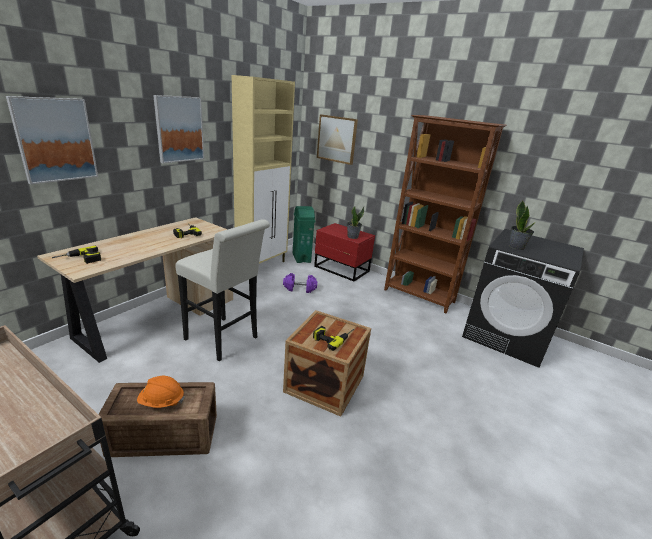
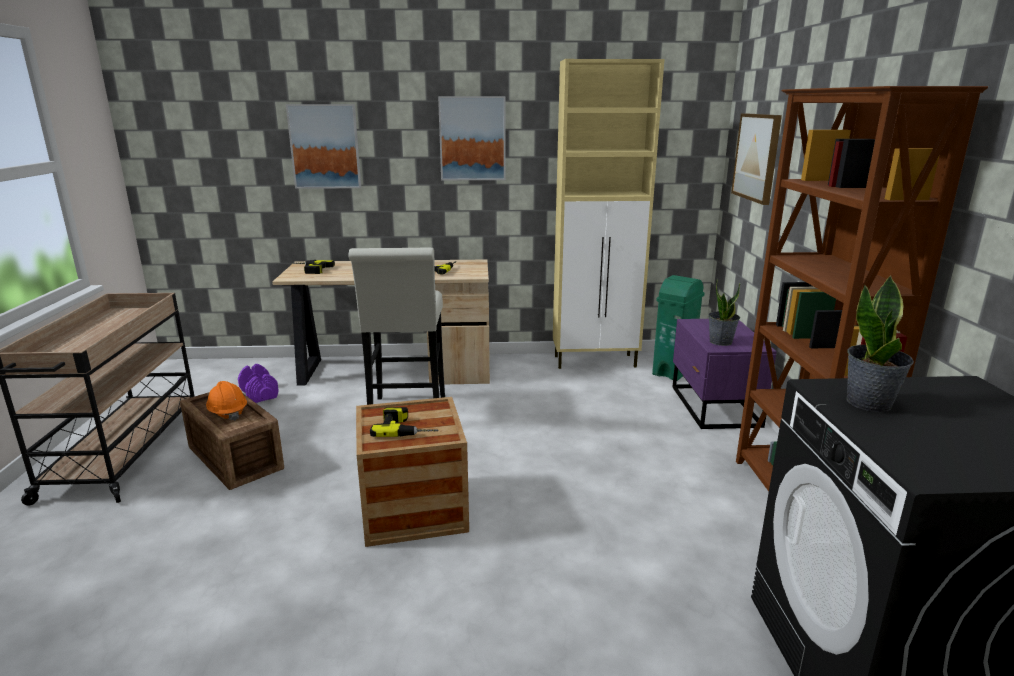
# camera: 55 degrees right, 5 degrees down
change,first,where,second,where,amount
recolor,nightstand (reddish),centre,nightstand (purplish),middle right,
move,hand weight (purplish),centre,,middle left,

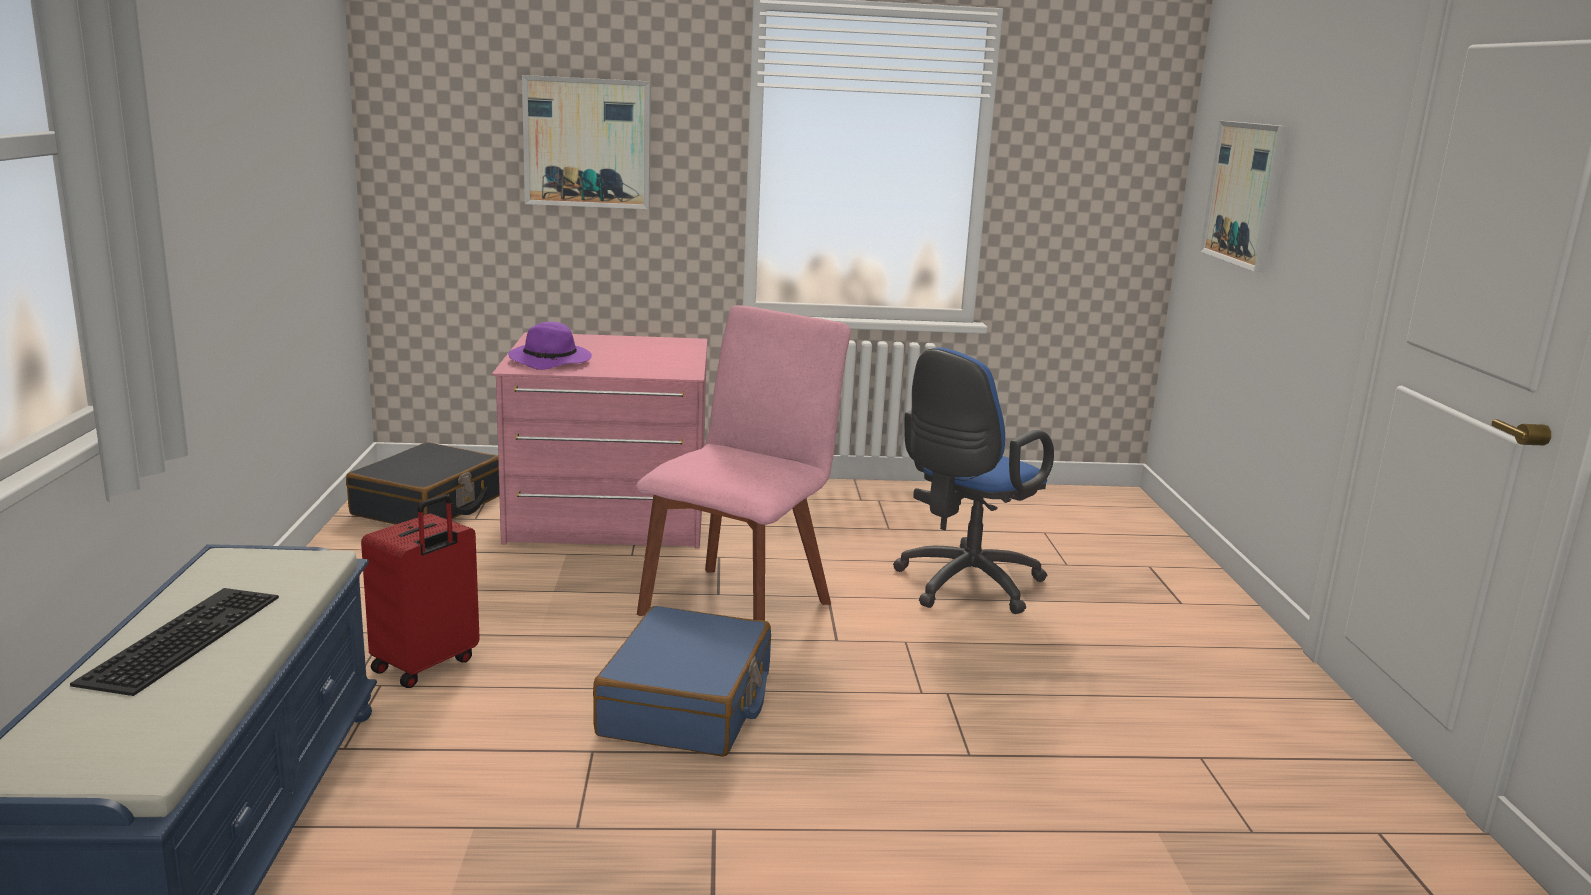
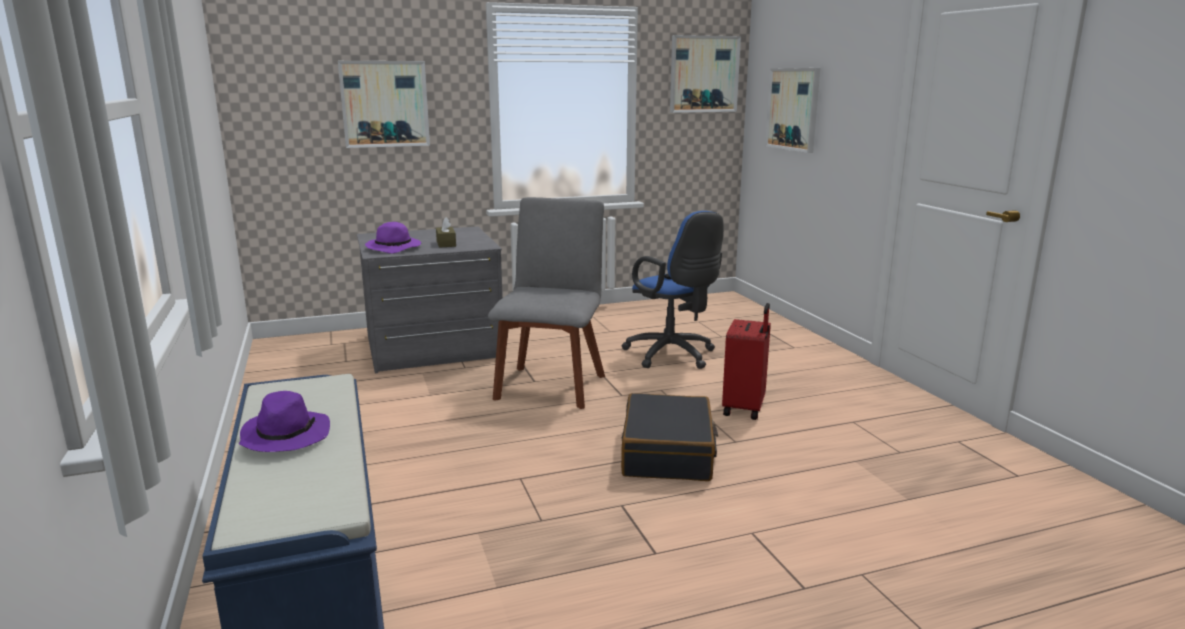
# camera: 15 degrees left, 0 degrees up
change,first,where,second,where,amount
recolor,plain chair (pink-coloured),centre,plain chair (greyish),centre,
recolor,chest of drawers (pink-coloured),centre,chest of drawers (greyish),centre,
rotate,office chair (blue),centre,,centre,60 degrees counterclockwise
move,suitcase (black),middle left,,bottom centre,
move,suitcase (reddish),middle left,,centre,
replace,keyboard,bottom left,wearable hat (purplish) (1st from left),bottom left,
delete,suitcase (blue),bottom centre,,,
insert,,,wall art (2nd from left),top centre,
insert,,,box of tissues (brown),centre,

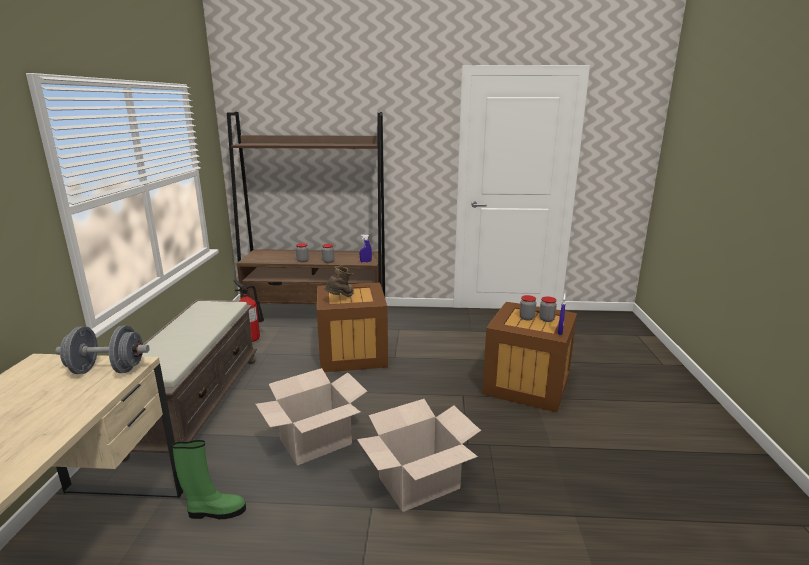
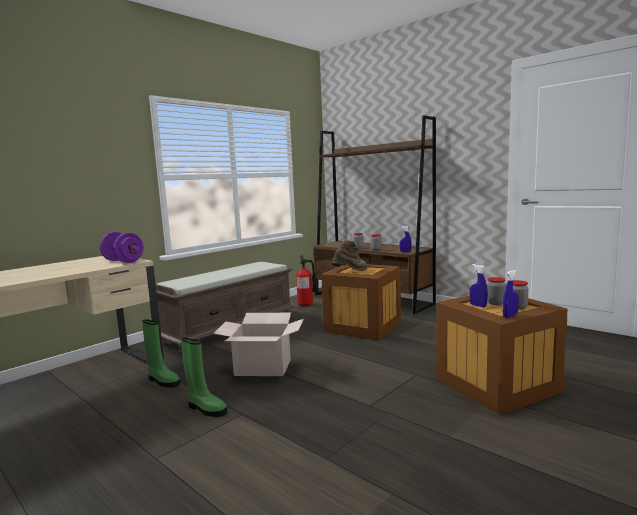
# camera: 40 degrees right, 10 degrees down
change,first,where,second,where,amount
recolor,hand weight (greyish),middle left,hand weight (purplish),middle left,
delete,cardboard box (2nd from left),bottom centre,,,
insert,,,spray bottle (blue) (2nd from left),middle right,
insert,,,high-top boot (green-coloured) (2nd from left),bottom left,

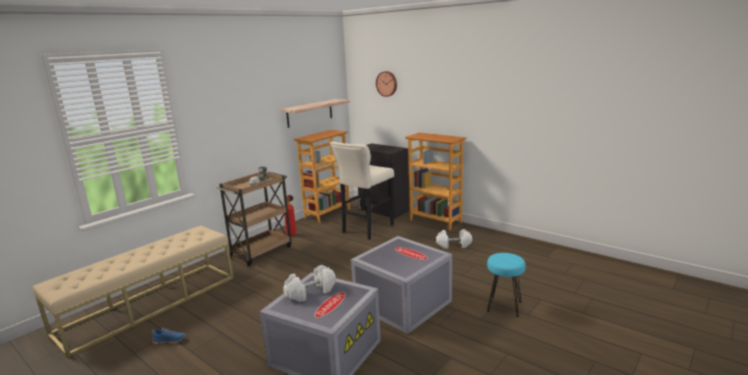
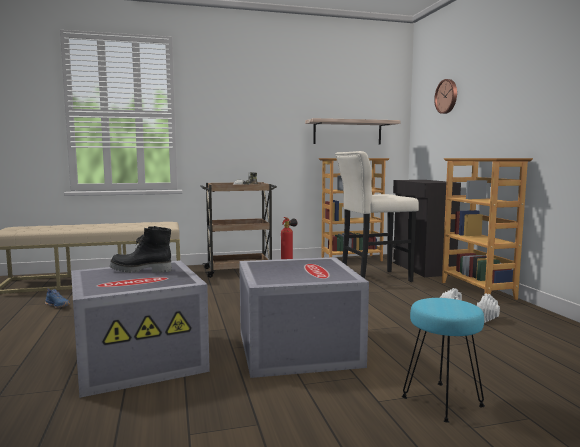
# camera: 35 degrees right, 10 degrees down
change,first,where,second,where,amount
replace,hand weight (white-coloured) (1st from left),bottom centre,high-top boot (black),middle left,

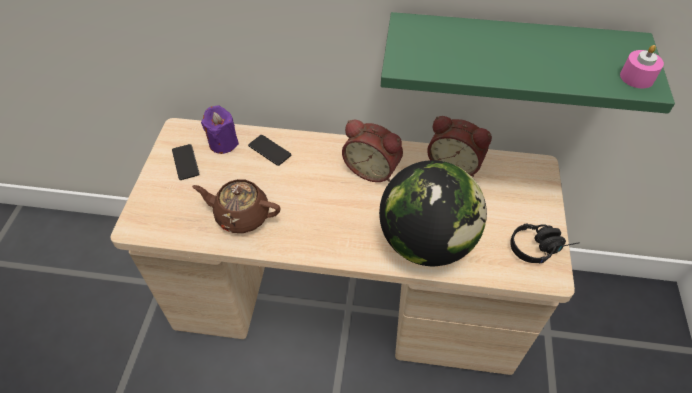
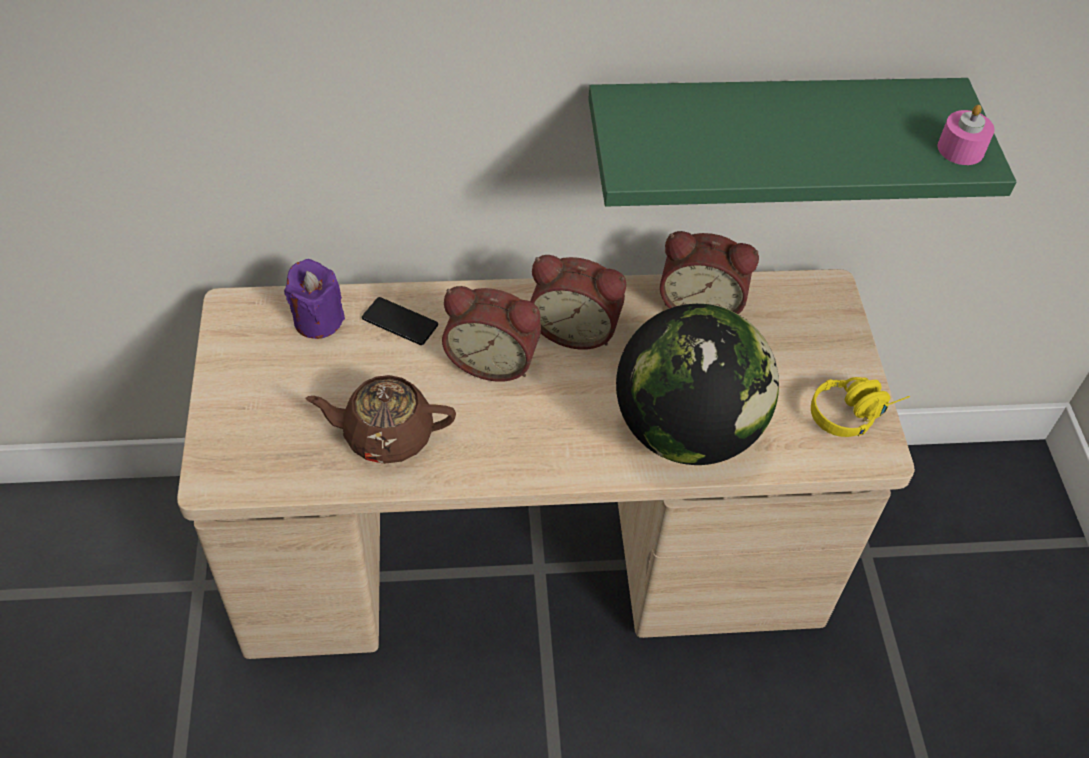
# camera: 15 degrees left, 0 degrees up
change,first,where,second,where,amount
delete,telephone (1st from left),middle left,,,
recolor,pair of headphones (black),middle right,pair of headphones (yellowish),middle right,
insert,,,alarm clock (1st from left),centre,

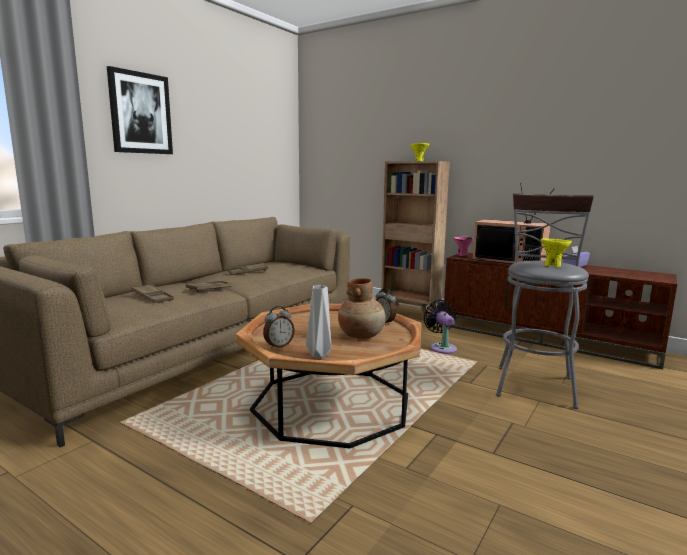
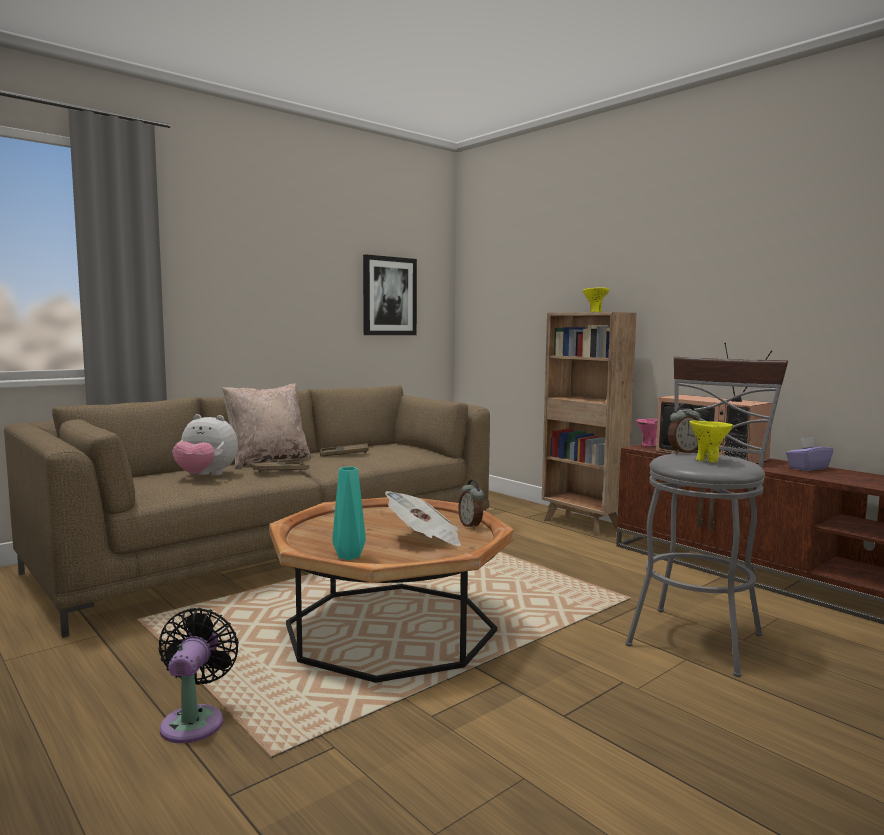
# camera: 15 degrees right, 5 degrees down
change,first,where,second,where,amount
move,wall art,top left,,centre,
replace,flower vase (brown),centre,newspaper,centre,
replace,carrying tray (brown) (1st from left),middle left,plush toy,middle left,
recolor,flower vase (greyish),centre,flower vase (turquoise-coloured),centre,
move,electric fan (black),centre,,bottom left,
move,alarm clock (1st from left in the first image),centre,alarm clock (2nd from left),middle right,
insert,,,cushion (beige-coloured),middle left,

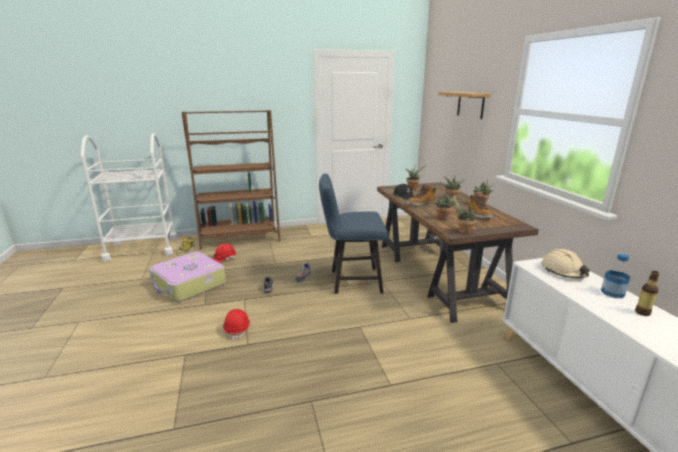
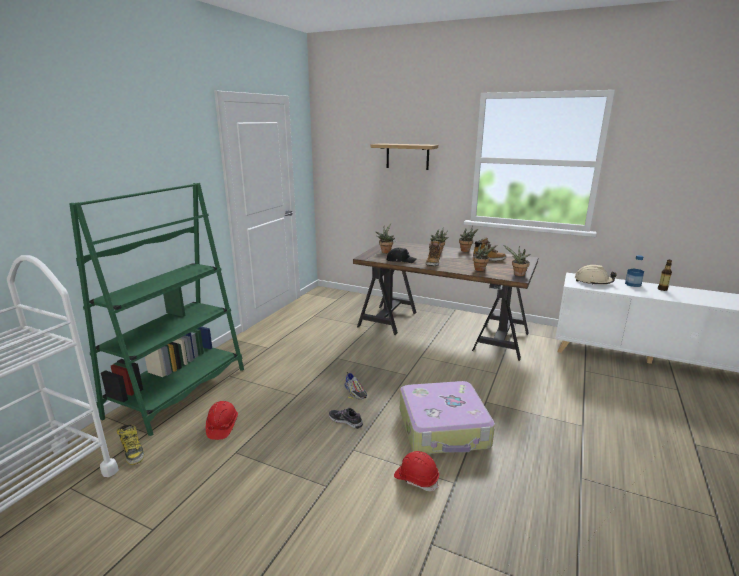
# camera: 50 degrees left, 0 degrees up
change,first,where,second,where,amount
recolor,bookshelf (brown),centre,bookshelf (green-coloured),middle left,
delete,plain chair (blue),centre,,,
move,suitcase,middle left,,bottom centre,

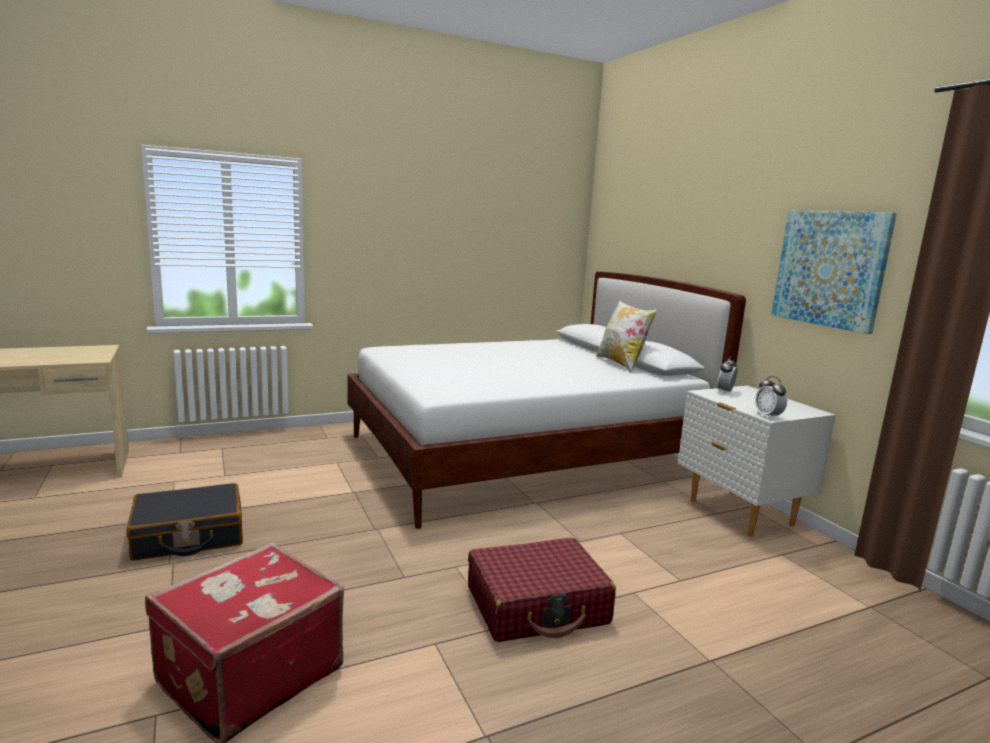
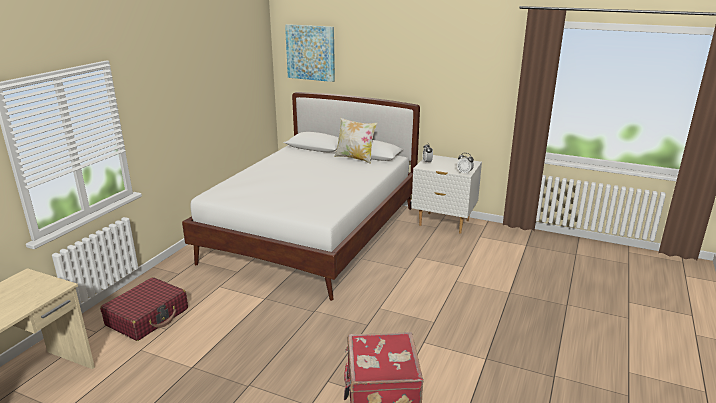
# camera: 40 degrees left, 10 degrees up
change,first,where,second,where,amount
move,wall art,middle right,,top centre,
delete,suitcase (black),bottom left,,,
move,suitcase (reddish) (2nd from left in the first image),bottom centre,suitcase (reddish) (1st from left),bottom left,

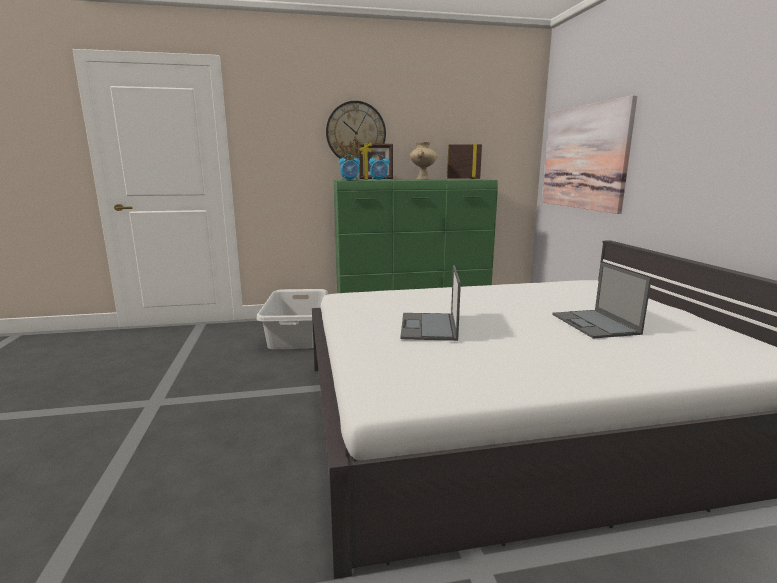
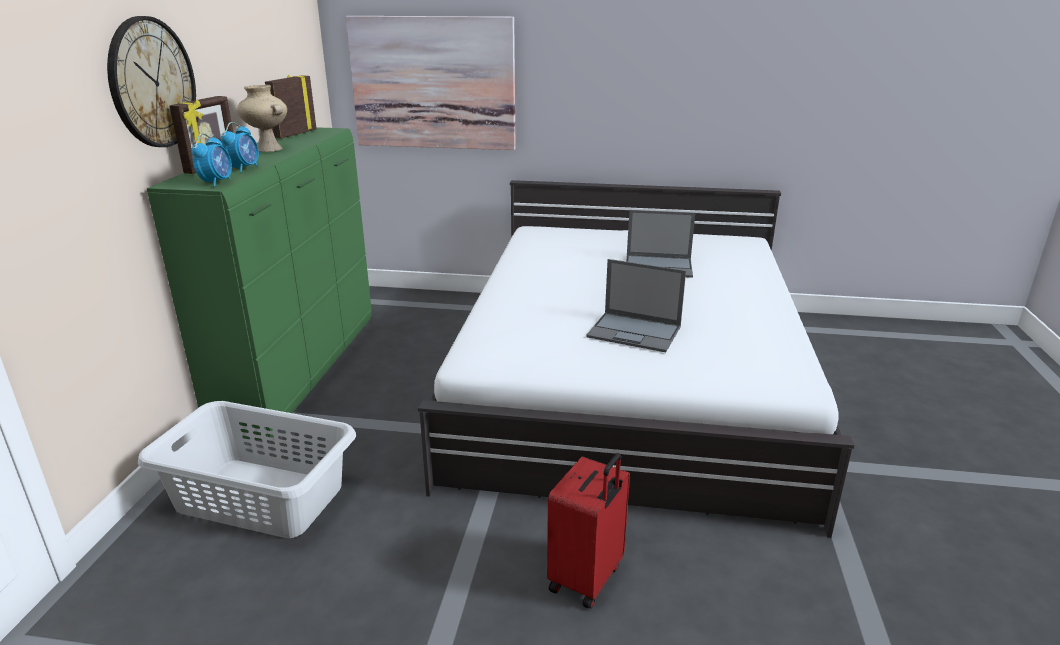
# camera: 70 degrees left, 10 degrees up
change,first,where,second,where,amount
insert,,,suitcase (reddish),bottom centre,

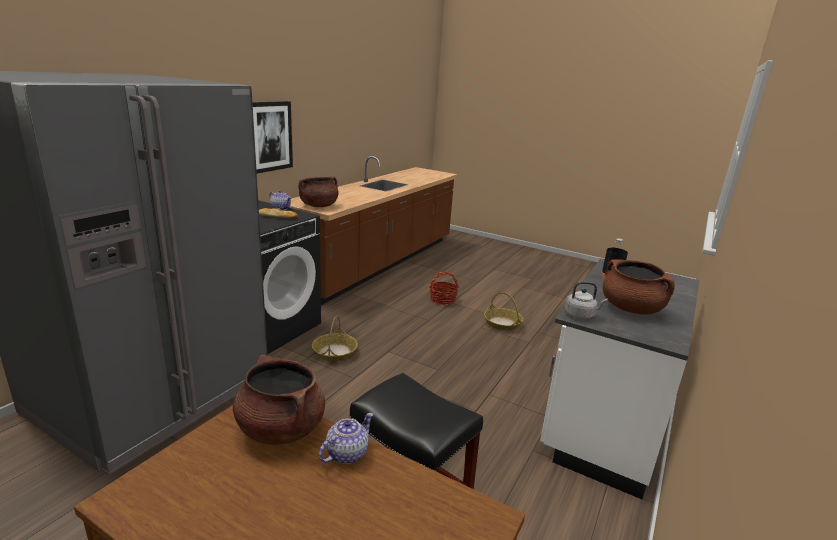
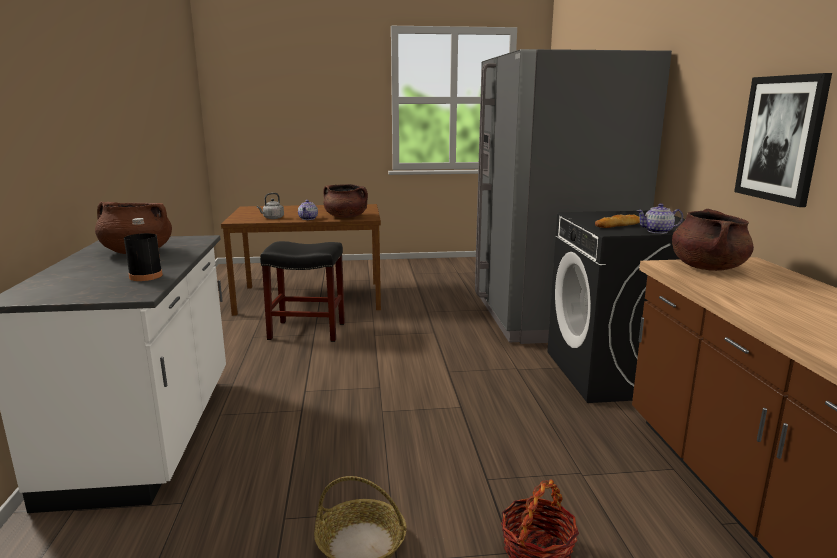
# camera: 145 degrees right, 5 degrees down
change,first,where,second,where,amount
move,kettle (greyish),middle right,,middle left,
delete,basket (1st from left),centre,,,

